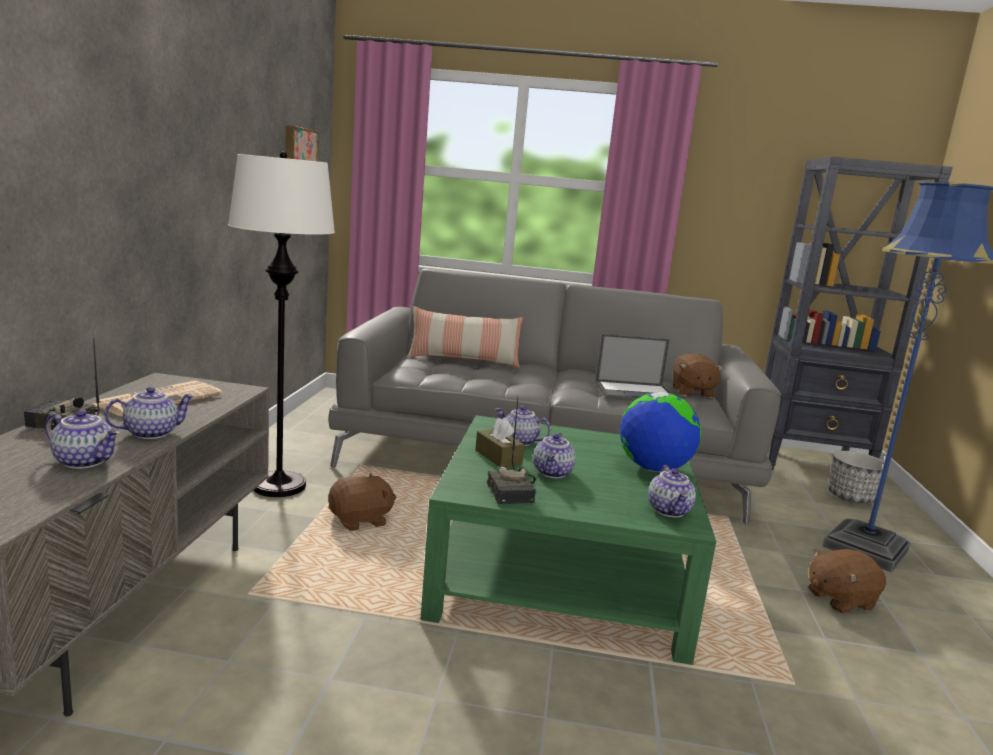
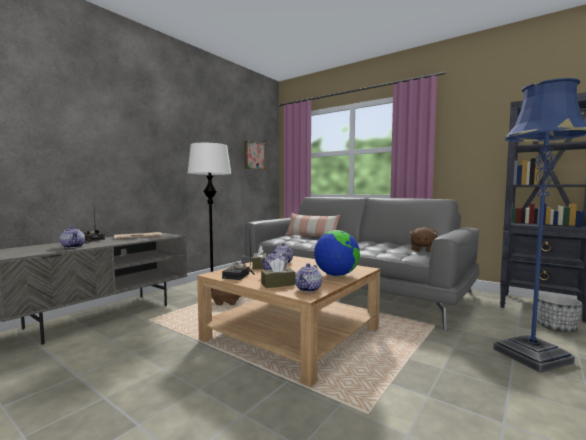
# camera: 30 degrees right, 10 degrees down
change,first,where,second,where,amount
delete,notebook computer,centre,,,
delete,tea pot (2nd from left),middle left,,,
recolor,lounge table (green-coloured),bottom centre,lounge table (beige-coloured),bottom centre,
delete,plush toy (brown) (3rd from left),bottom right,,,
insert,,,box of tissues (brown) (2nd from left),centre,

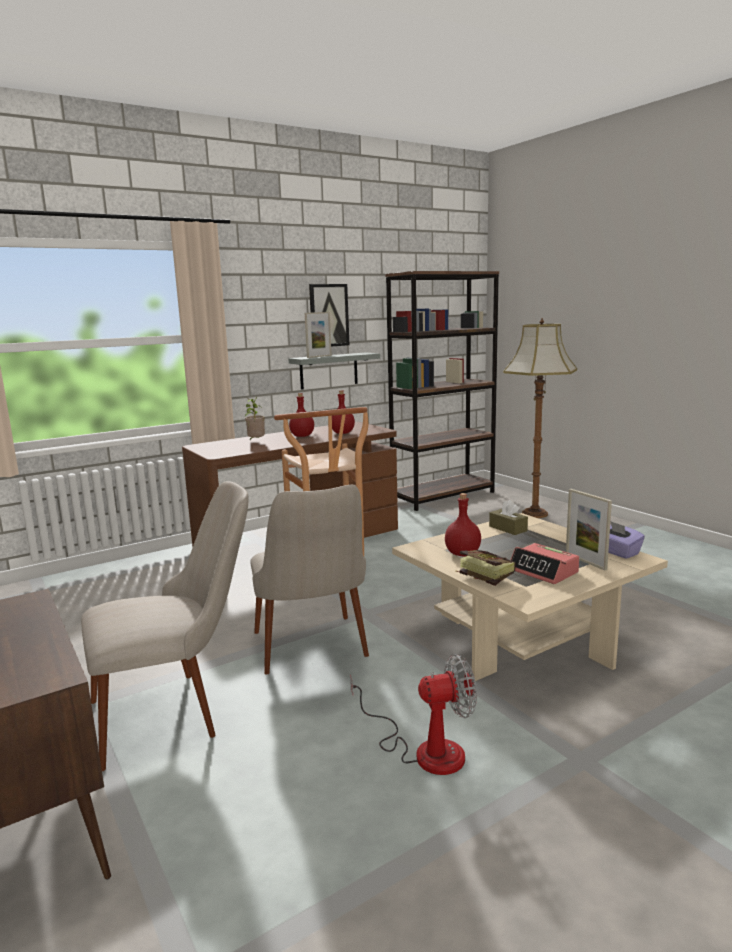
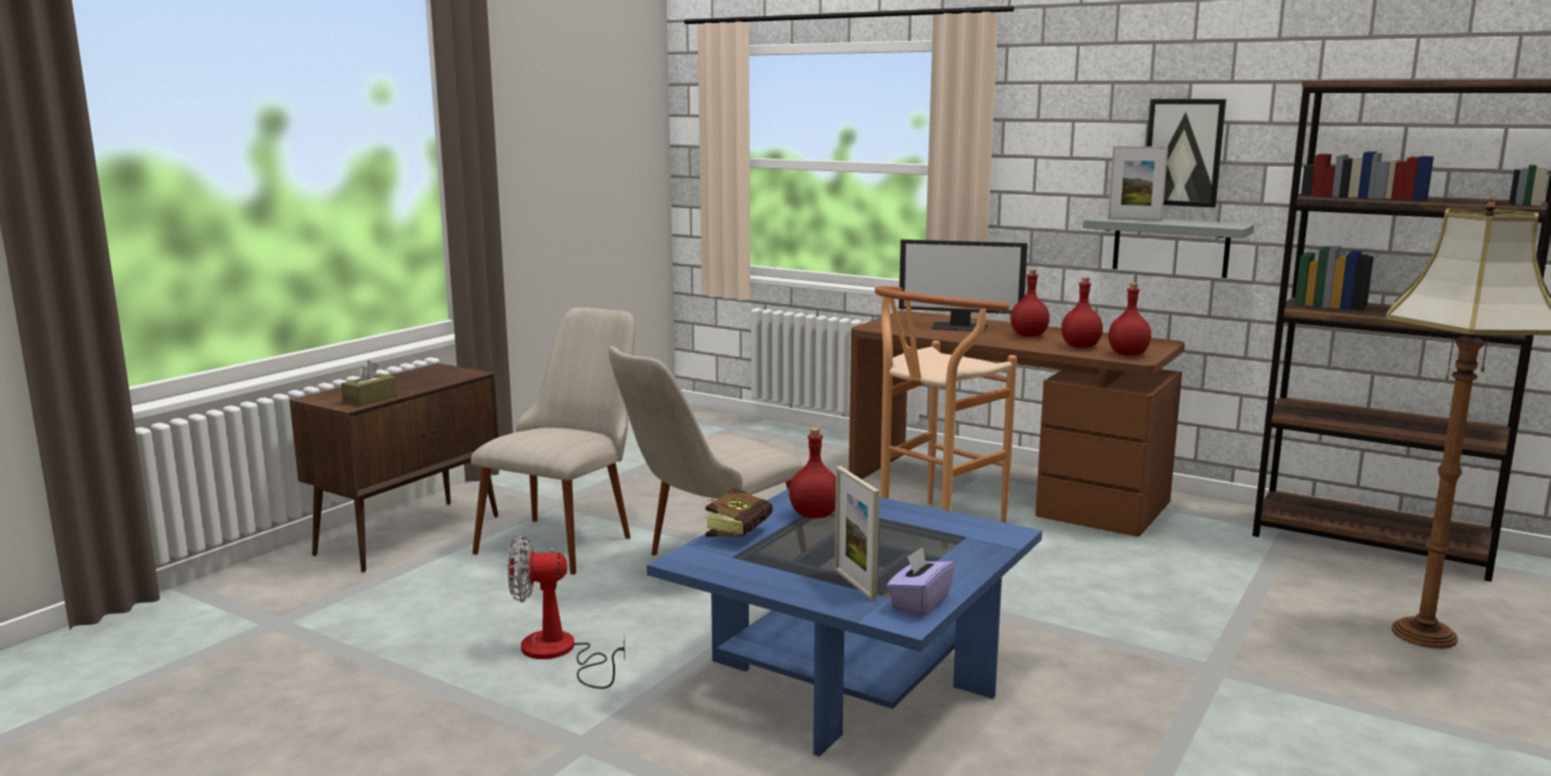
# camera: 65 degrees right, 0 degrees up
change,first,where,second,where,amount
replace,houseplant,centre,computer display,centre,
rotate,plain chair (beige-coloured) (1st from left),middle left,,centre,105 degrees counterclockwise
rotate,picture frame (2nd from left in the first image),middle right,picture frame (1st from left),bottom centre,60 degrees counterclockwise
move,box of tissues (brown),middle right,,middle left,
recolor,lounge table (beige-coloured),middle right,lounge table (blue),bottom centre,
delete,alarm clock,middle right,,,
rotate,electric fan,bottom centre,,bottom centre,120 degrees clockwise
insert,,,beverage bottle (reddish) (4th from left),middle right,

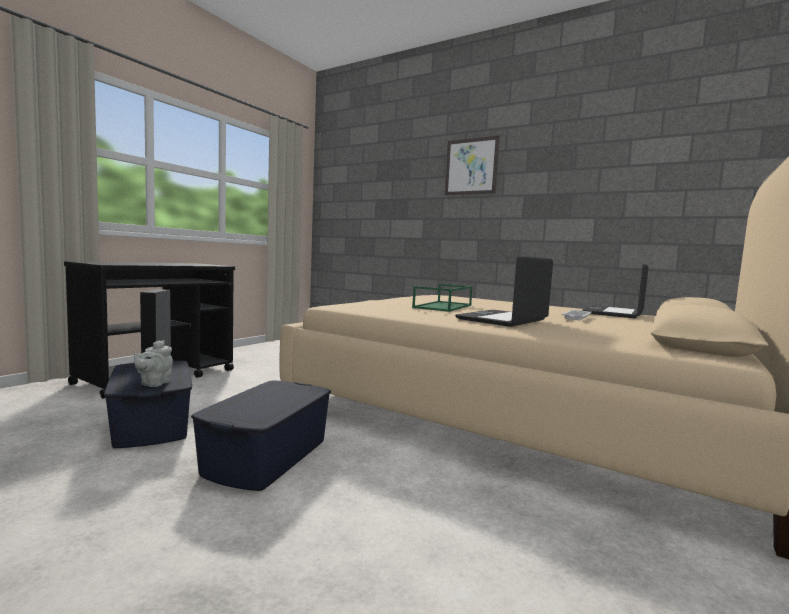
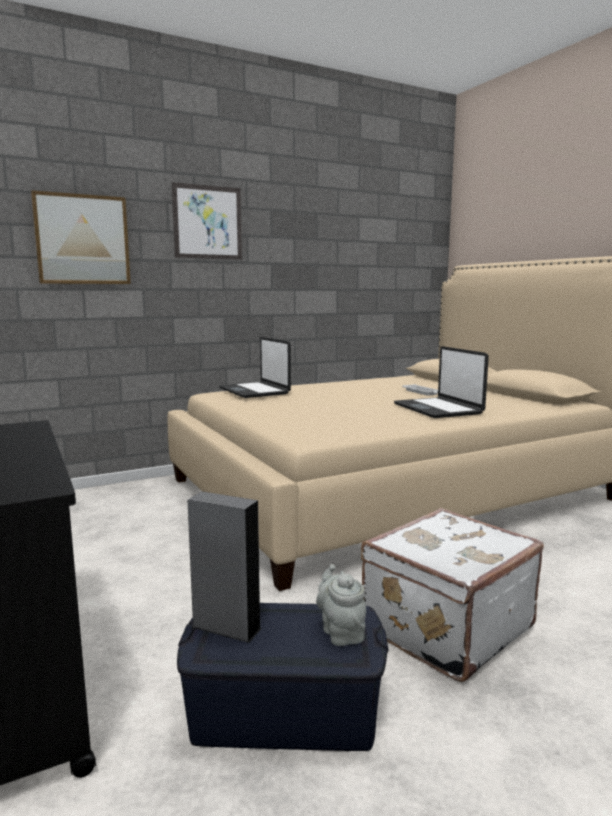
# camera: 60 degrees left, 5 degrees up
change,first,where,second,where,amount
move,notebook computer (2nd from left in the first image),middle right,notebook computer (1st from left),centre,
delete,carrying tray (green-coloured),centre,,,
rotate,tea pot (greyish),middle left,,bottom centre,150 degrees counterclockwise
replace,storage container (blue) (2nd from left),bottom left,suitcase (white-coloured),bottom right,
insert,,,wall art (1st from left),top left,

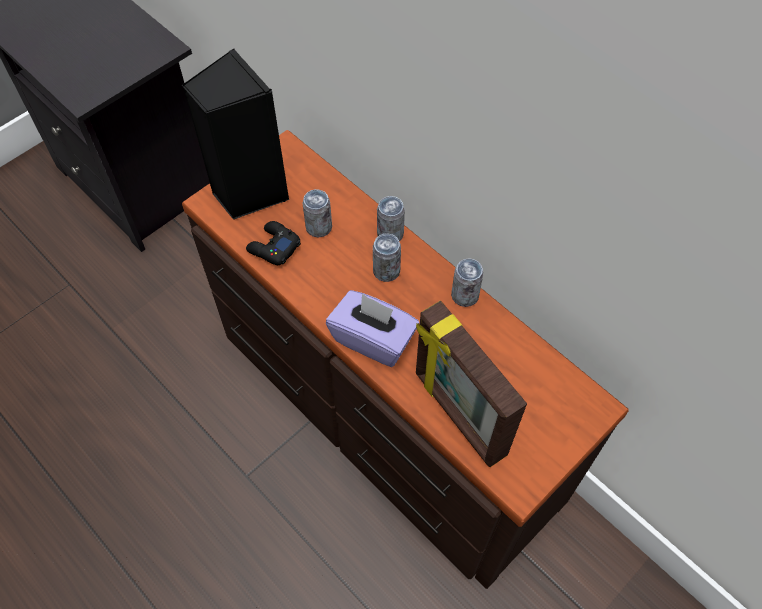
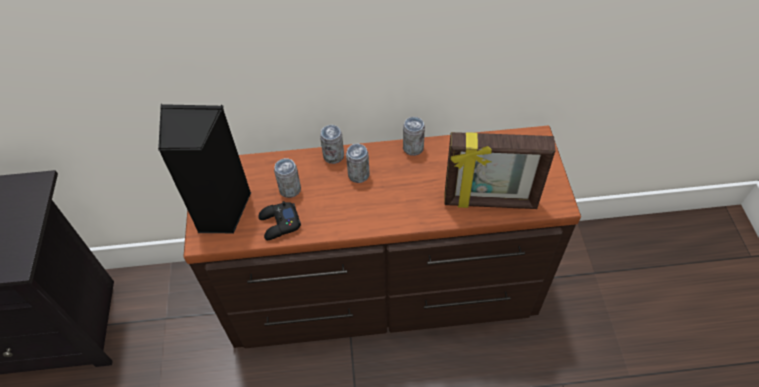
# camera: 50 degrees left, 5 degrees down
change,first,where,second,where,amount
delete,box of tissues (purplish),centre,,,

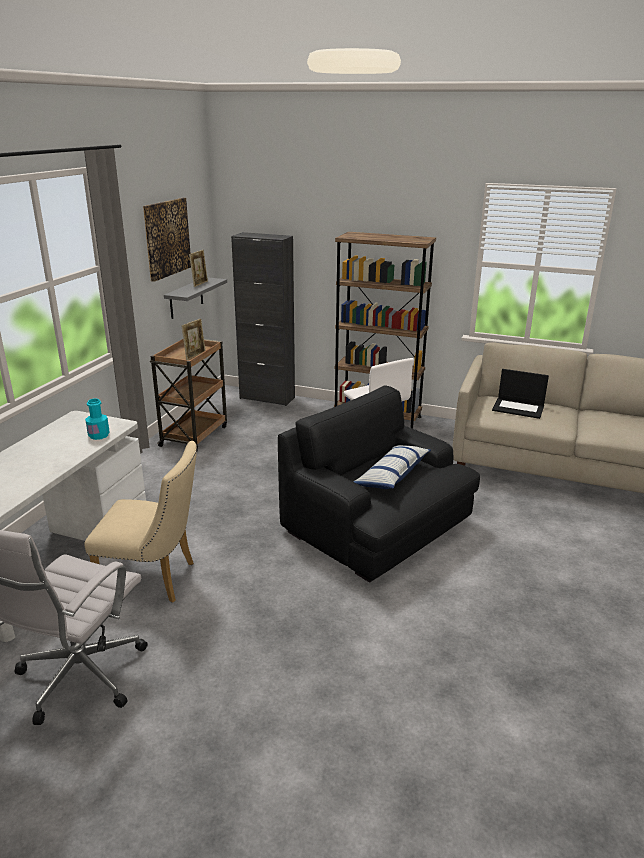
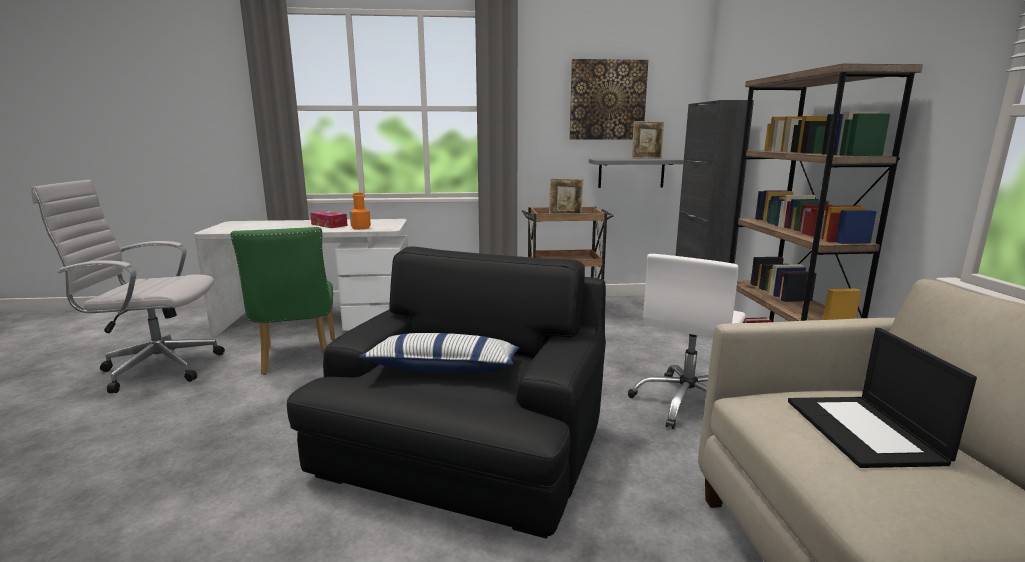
# camera: 65 degrees right, 10 degrees down
change,first,where,second,where,amount
recolor,beverage bottle (turquoise-coloured),middle left,beverage bottle (orange),centre,
recolor,plain chair (beige-coloured),middle left,plain chair (green-coloured),middle left,
insert,,,box of tissues,middle left,

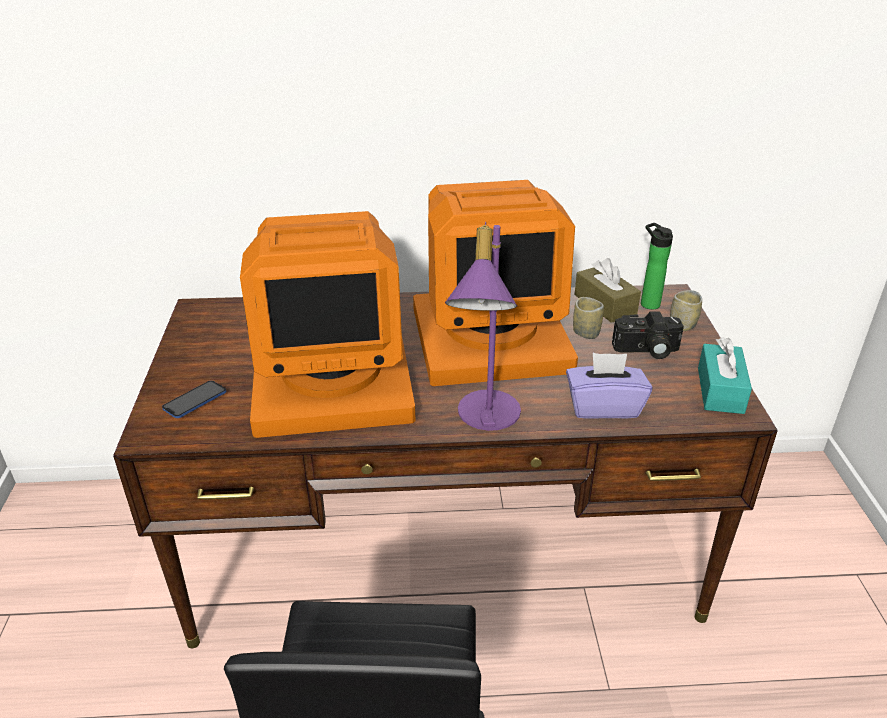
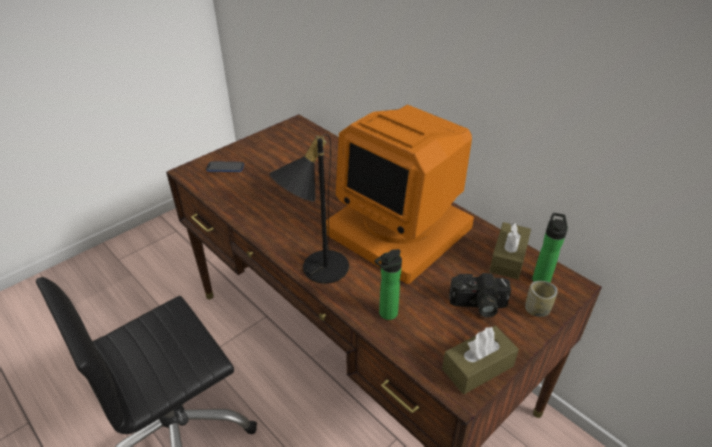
# camera: 50 degrees right, 5 degrees up
change,first,where,second,where,amount
delete,computer display (1st from left),centre,,,
recolor,lamp for a table (purplish),centre,lamp for a table (black),centre,
delete,small cup (1st from left),centre,,,
rotate,still camera,middle right,,middle right,45 degrees counterclockwise
recolor,box of tissues (turquoise-coloured),middle right,box of tissues (brown) (1st from left),bottom right,
replace,box of tissues (purplish),middle right,beverage bottle (1st from left),centre,

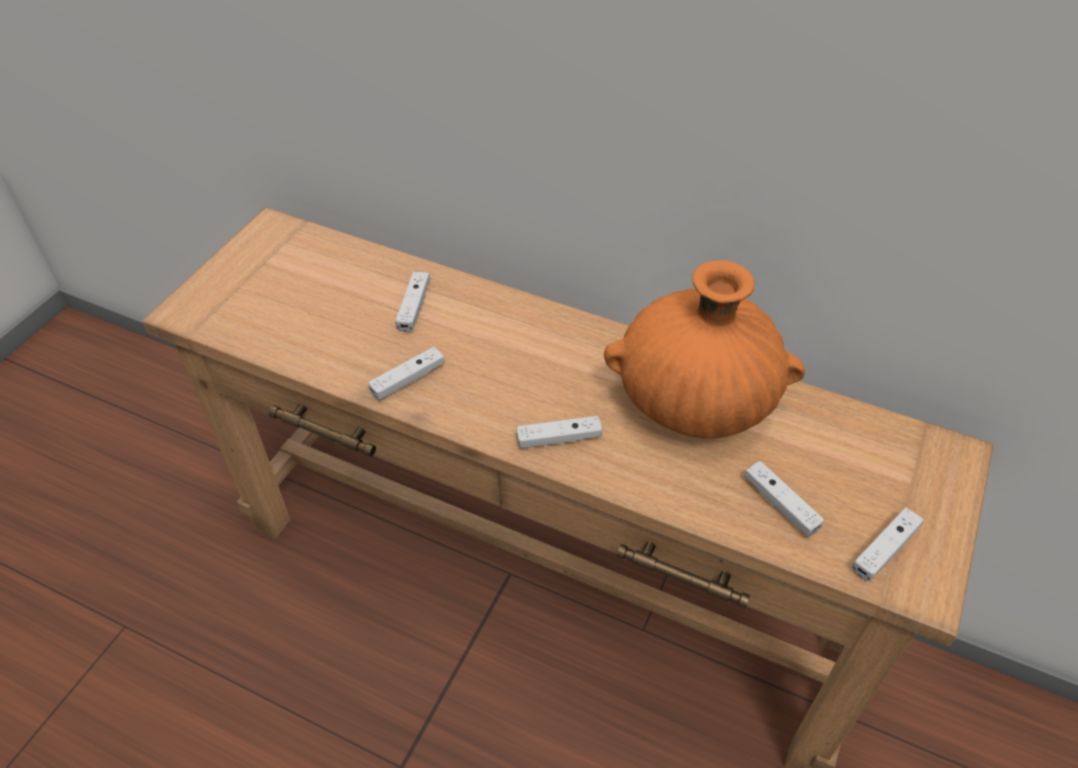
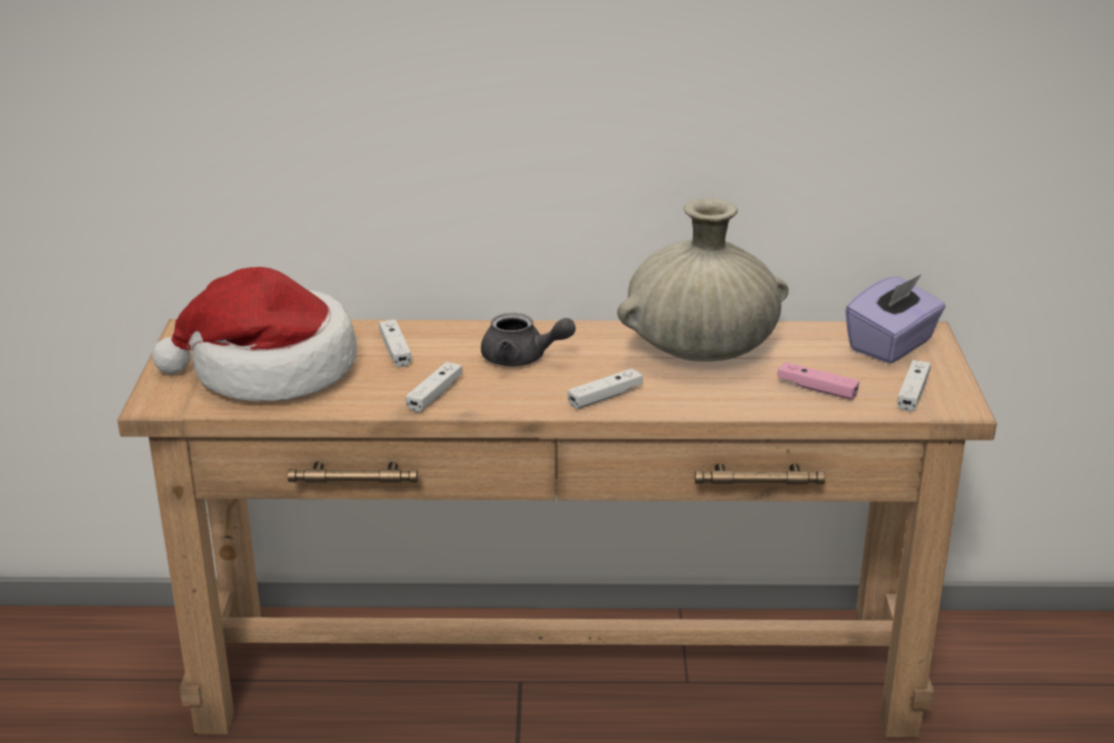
# camera: 25 degrees left, 20 degrees down
change,first,where,second,where,amount
recolor,flower vase (orange),centre,flower vase (beige-coloured),centre,
recolor,joypad (white-coloured) (4th from left),middle right,joypad (pink-coloured),middle right,
insert,,,wearable hat,middle left,
insert,,,box of tissues (purplish),middle right,
insert,,,tea pot (greyish),centre,

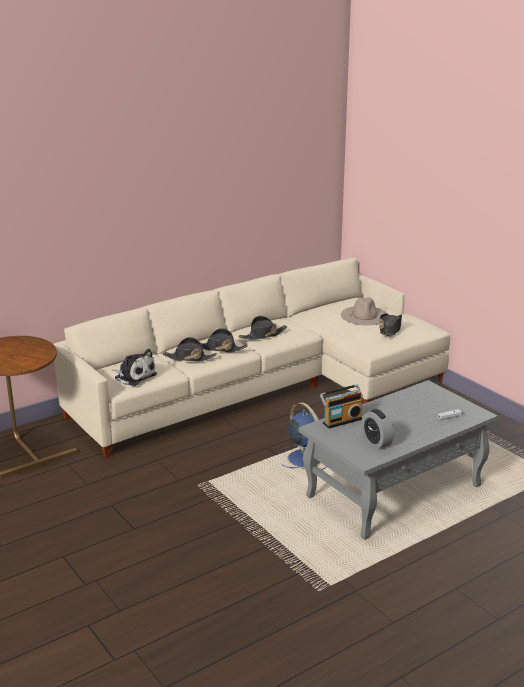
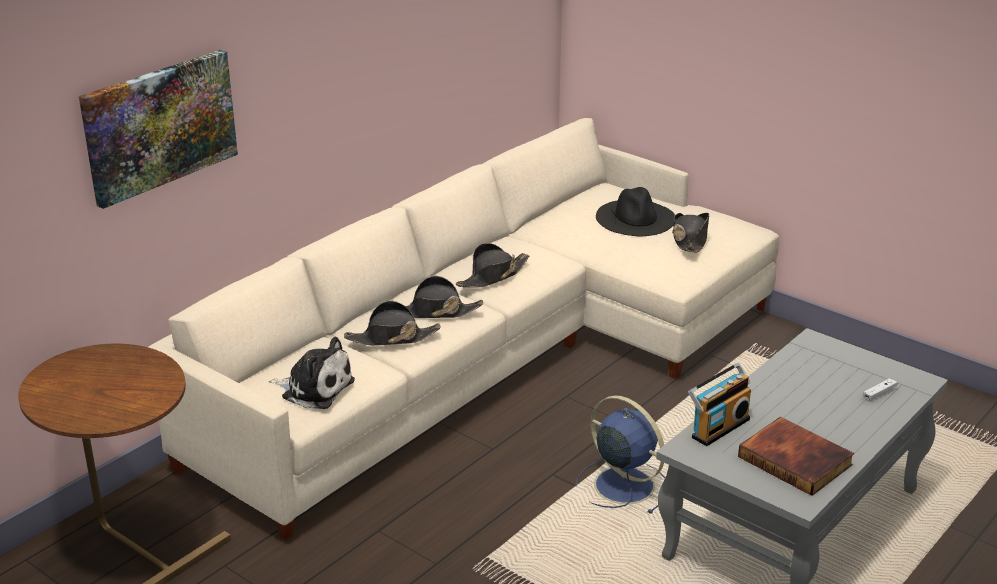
# camera: 15 degrees left, 5 degrees up
change,first,where,second,where,amount
recolor,wearable hat (beige-coloured),middle right,wearable hat (black) (4th from left),centre,
replace,alarm clock,middle right,book,bottom right,
insert,,,wall art,top left,

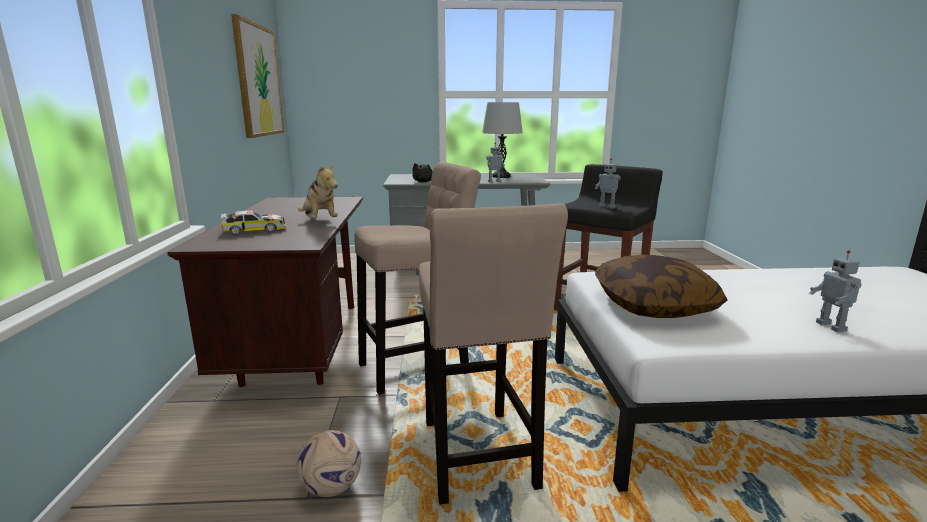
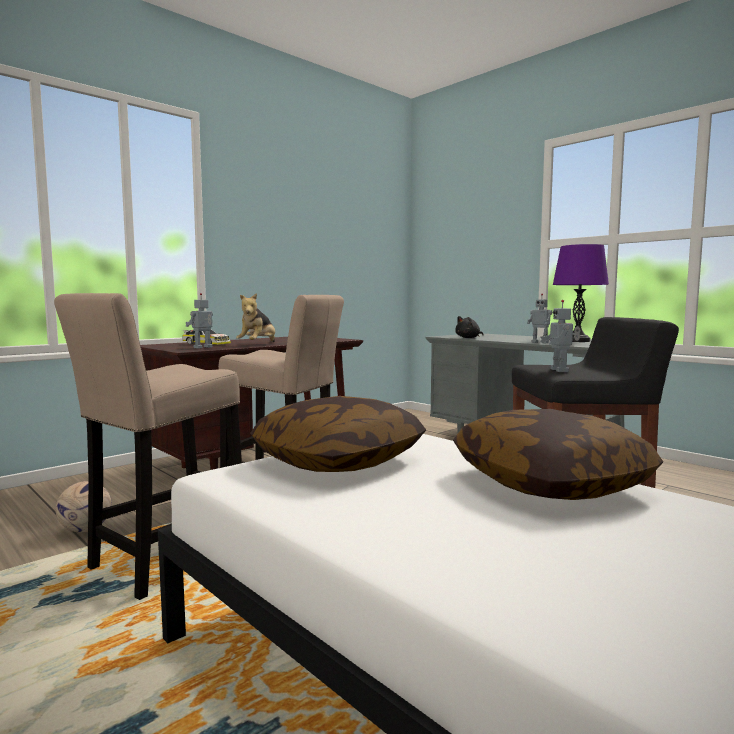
# camera: 50 degrees right, 10 degrees down
change,first,where,second,where,amount
delete,wall art,top left,,,
recolor,lamp for a table (greyish),top centre,lamp for a table (purplish),middle right,
move,model robot (3rd from left in the first image),middle right,model robot (1st from left),middle left,
insert,,,cushion (2nd from left),middle right,

